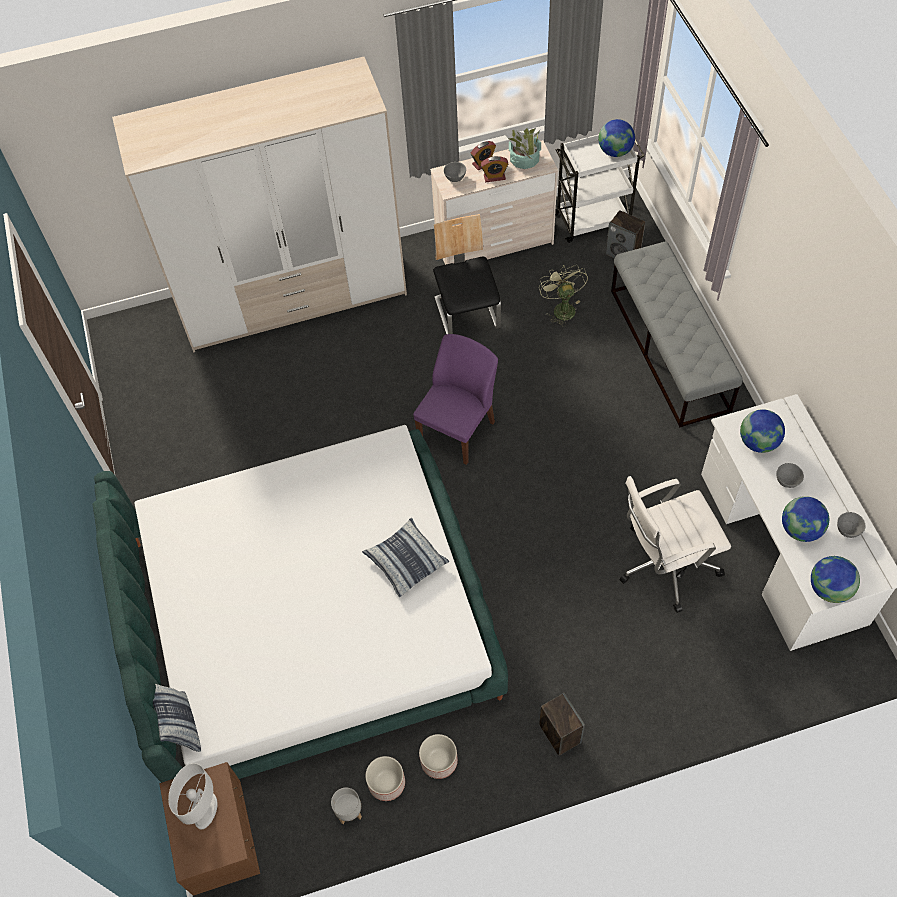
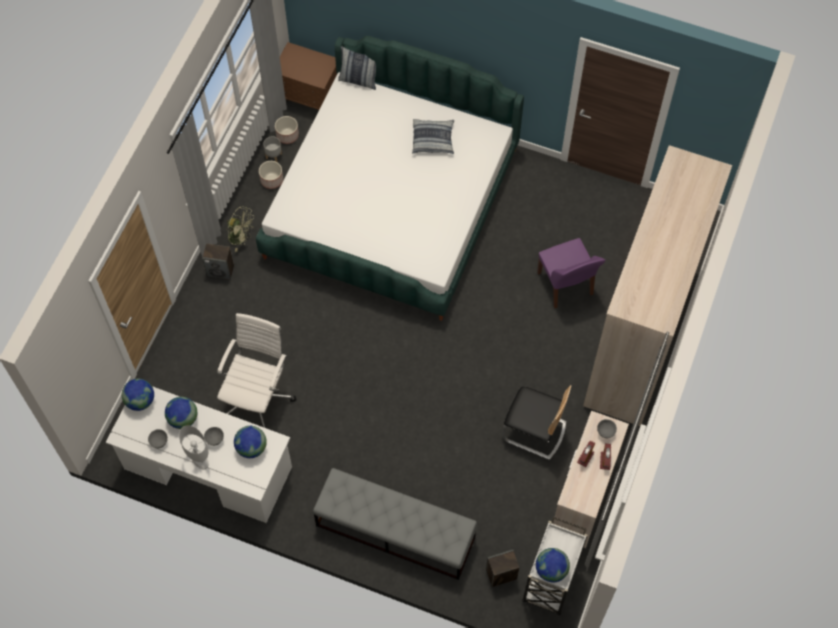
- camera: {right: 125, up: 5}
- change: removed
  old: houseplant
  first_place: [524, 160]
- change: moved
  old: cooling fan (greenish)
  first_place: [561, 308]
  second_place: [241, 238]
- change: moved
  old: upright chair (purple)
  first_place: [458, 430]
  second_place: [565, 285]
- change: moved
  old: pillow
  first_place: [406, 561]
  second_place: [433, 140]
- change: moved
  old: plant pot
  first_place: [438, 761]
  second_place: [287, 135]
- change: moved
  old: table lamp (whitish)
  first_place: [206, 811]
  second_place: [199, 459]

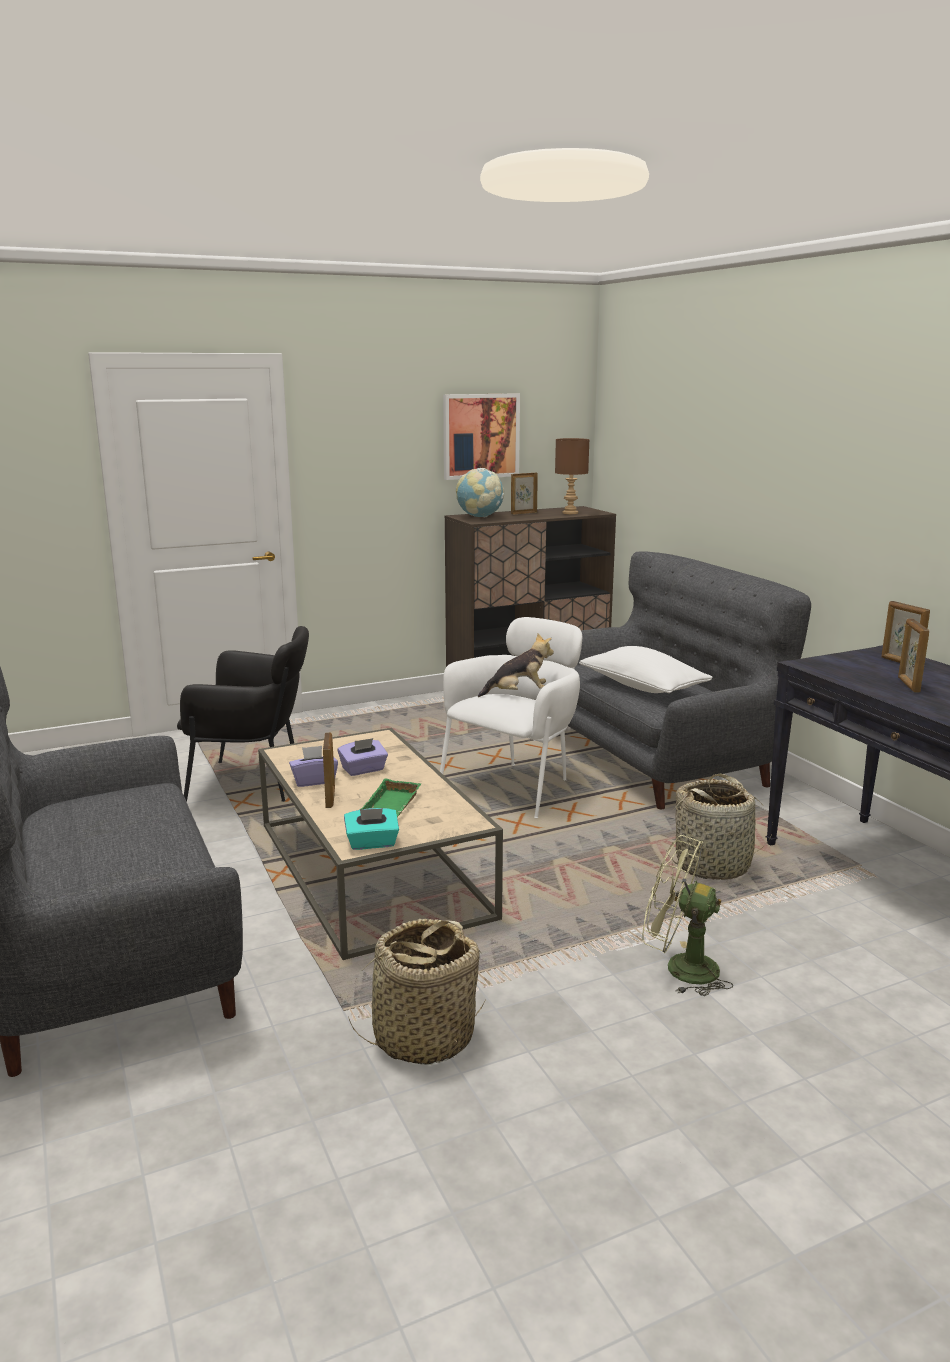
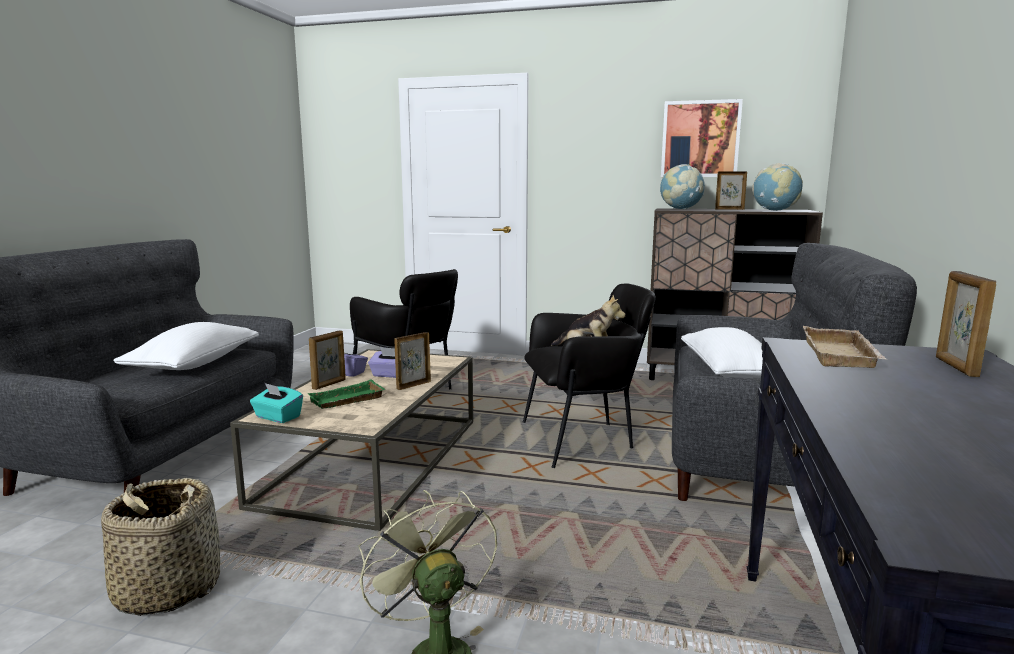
- camera: {right: 40, up: -5}
- change: replaced
  old: table lamp (brown-coloured)
  new: globe
  first_place: [570, 513]
  second_place: [775, 210]
- change: recoloured
  old: easy chair (whitish)
  new: easy chair (black)
  first_place: [516, 785]
  second_place: [583, 439]
- change: moved
  old: photo frame
  first_place: [908, 685]
  second_place: [413, 385]
- change: removed
  old: storage basket
  first_place: [713, 865]
- change: added
  new: pillow (whitish)
  second_place: [194, 364]
- change: added
  new: carrying tray (sand-coloured)
  second_place: [843, 356]

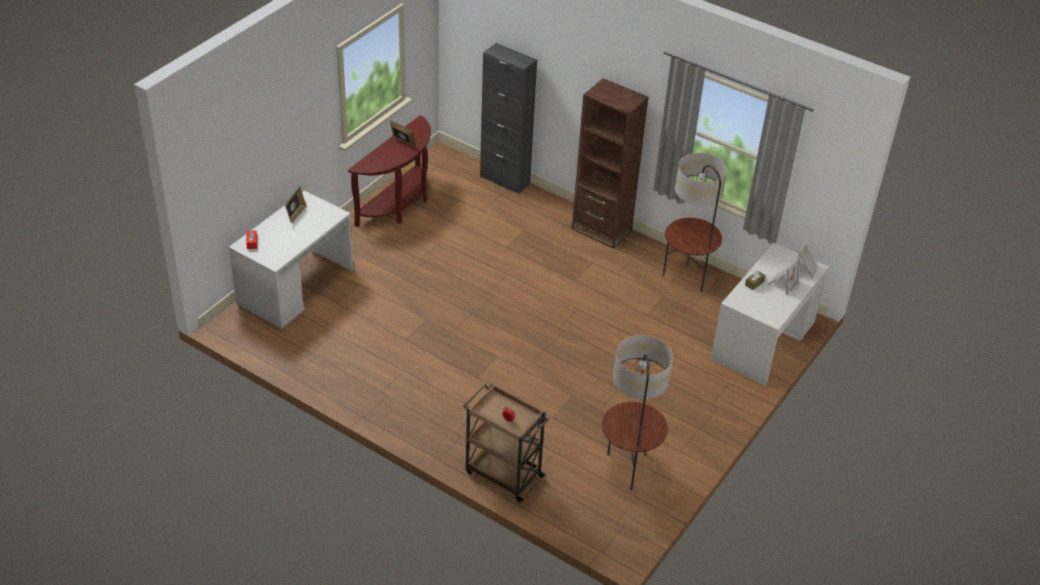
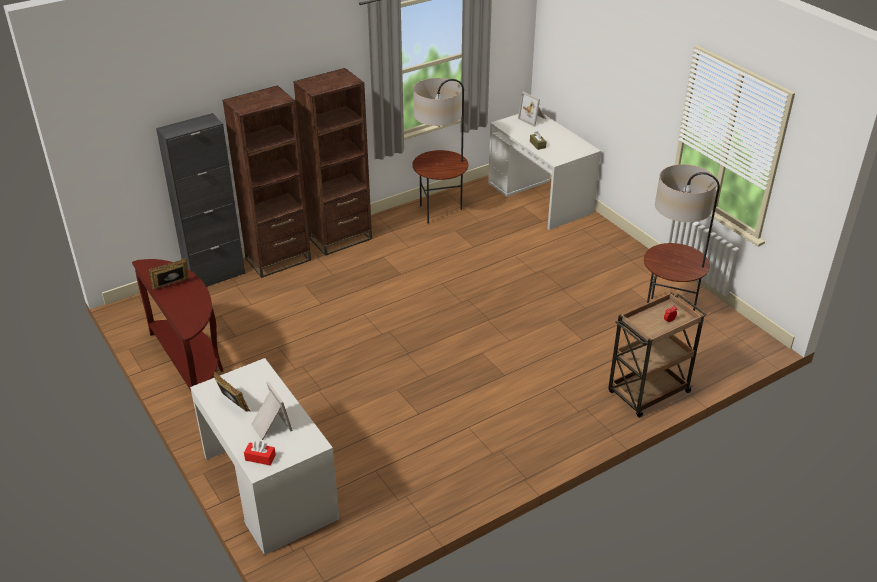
- camera: {right: -65, up: -5}
- change: moved
  old: photo frame
  first_place: [782, 283]
  second_place: [270, 426]
- change: added
  new: bookcase (brown-coloured)
  second_place: [278, 259]

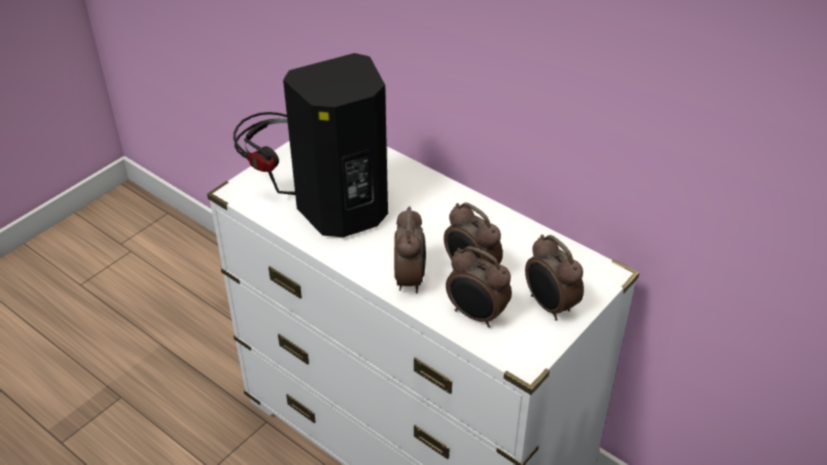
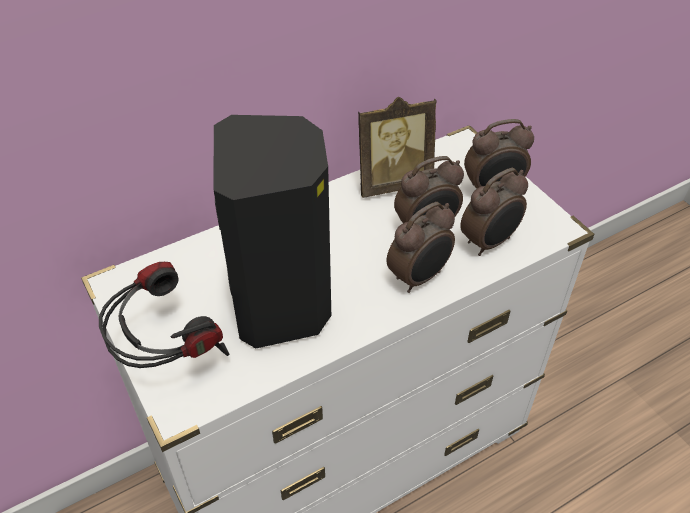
- camera: {right: -70, up: 5}
- change: turned
  old: bedside clock
  first_place: [410, 279]
  second_place: [419, 277]
  degrees: 120
- change: added
  new: photo frame
  second_place: [392, 182]

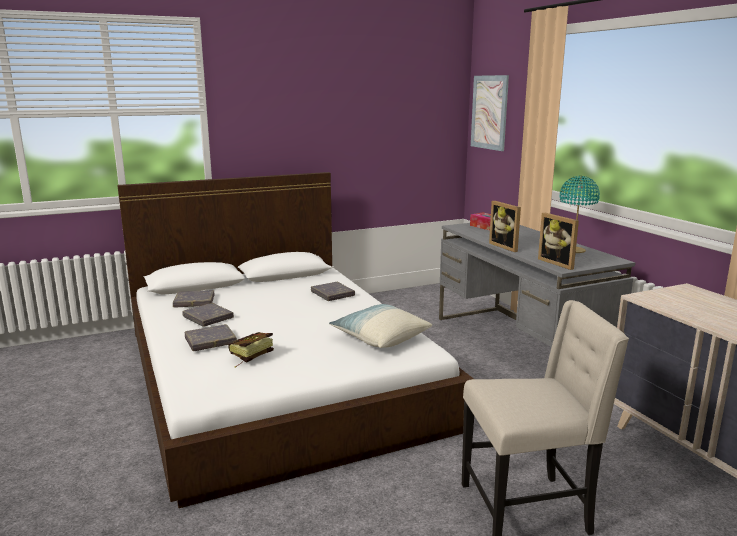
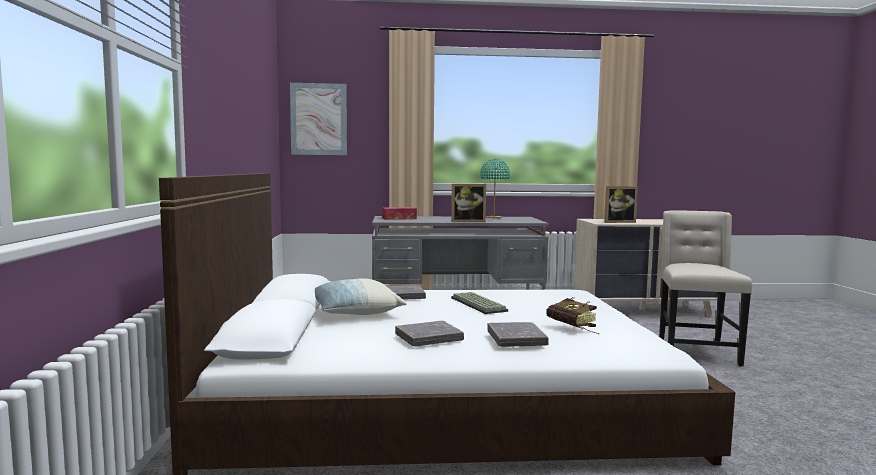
- camera: {right: -70, up: -10}
- change: moved
  old: photo frame
  first_place: [559, 263]
  second_place: [618, 222]
- change: removed
  old: bound book (greyish)
  first_place: [194, 302]
- change: moved
  old: pillow
  first_place: [380, 338]
  second_place: [353, 313]
- change: added
  new: computer keyboard
  second_place: [476, 304]

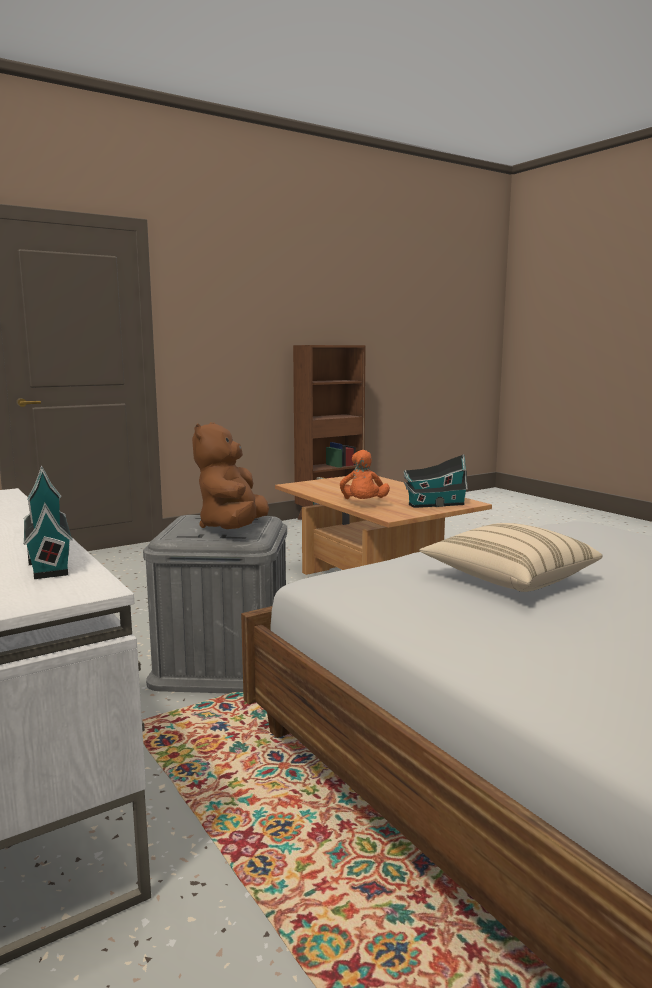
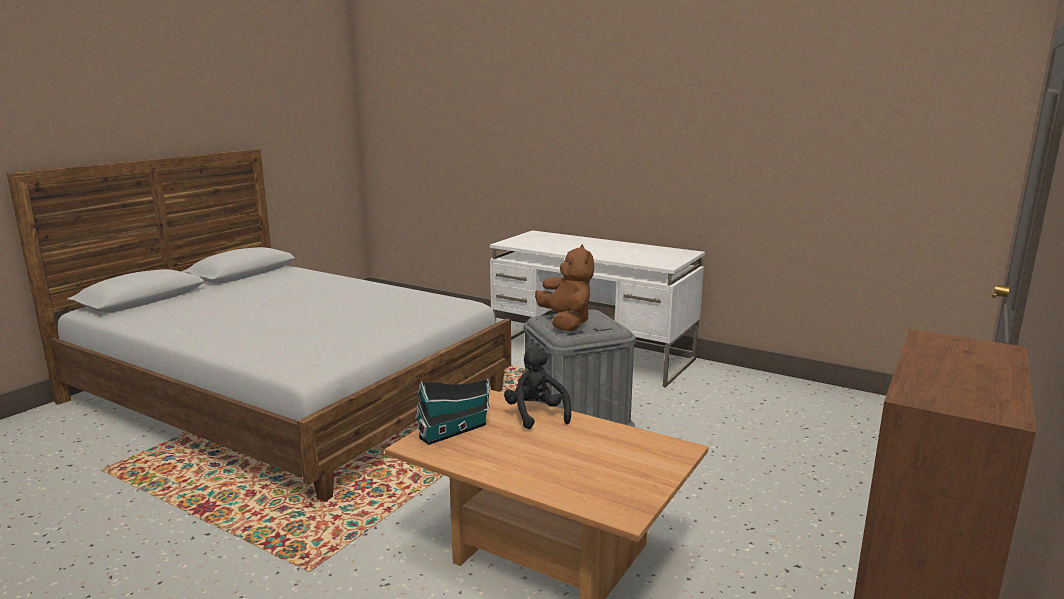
- camera: {right: 155, up: 5}
- change: recoloured
  old: soft toy (orange)
  new: soft toy (black)
  first_place: [363, 504]
  second_place: [536, 415]
- change: removed
  old: miniature house
  first_place: [49, 559]
- change: removed
  old: pillow (sand-coloured)
  first_place: [508, 579]

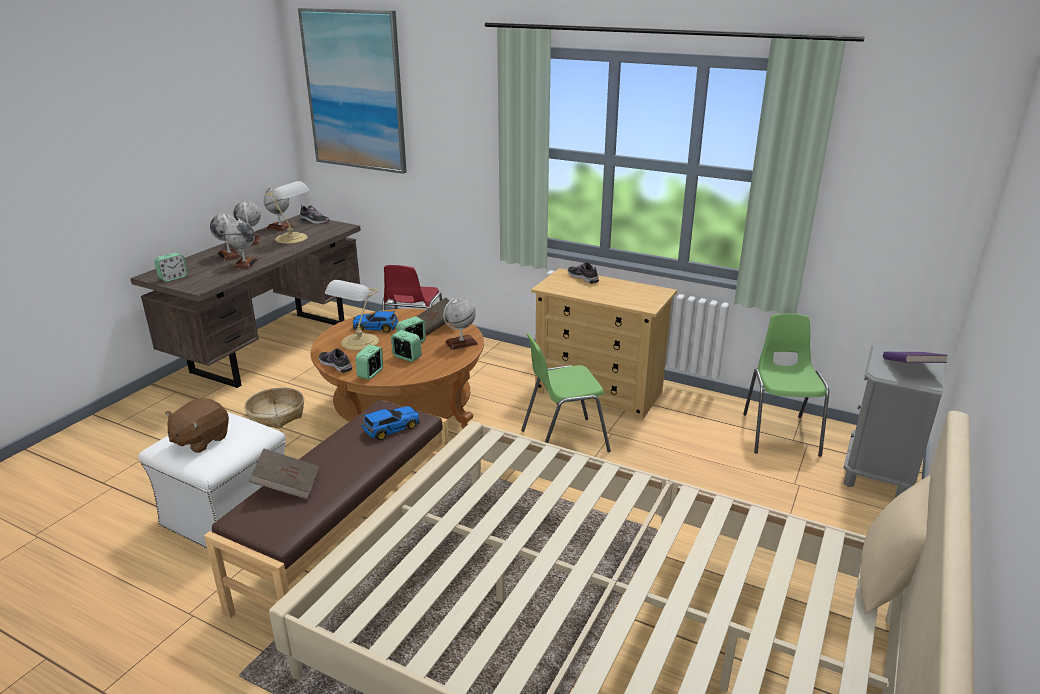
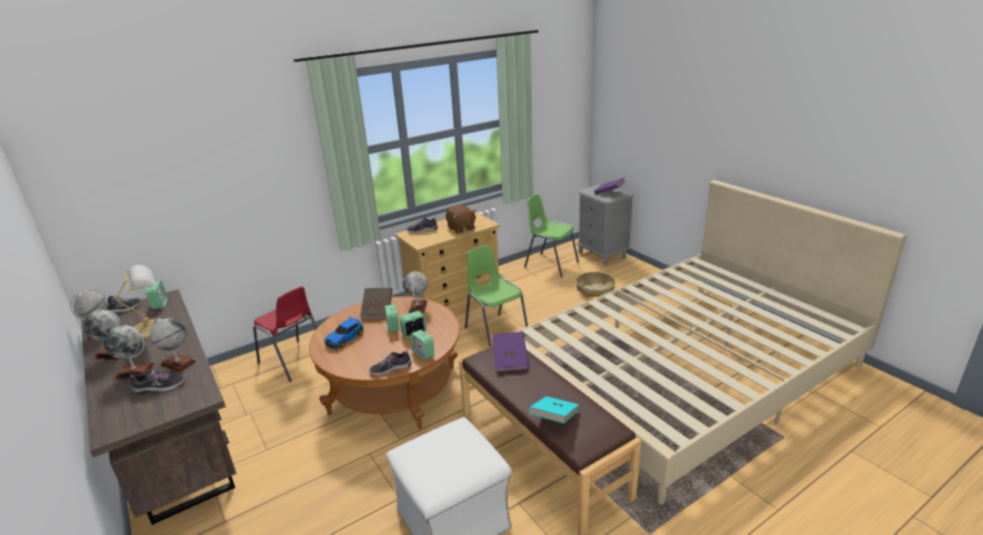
- camera: {right: -60, up: 0}
- change: removed
  old: wall picture
  first_place: [354, 91]
- change: moved
  old: bedside clock
  first_place: [173, 278]
  second_place: [160, 304]
- change: removed
  old: table lamp
  first_place: [358, 343]
- change: turned
  old: upright chair (greenish)
  first_place: [563, 440]
  second_place: [496, 331]
  degrees: 135
- change: moved
  old: storage basket
  first_place: [276, 415]
  second_place: [595, 290]
- change: moved
  old: soft toy (brown-coloured)
  first_place: [200, 440]
  second_place: [461, 228]
- change: replaced
  old: model car
  new: bound book (purple)
  first_place: [390, 428]
  second_place: [510, 360]
- change: recoloured
  old: bound book (brown-coloured)
  new: bound book (blue-green)
  first_place: [287, 486]
  second_place: [554, 419]
- change: removed
  old: pillow (sand-coloured)
  first_place: [889, 582]
- change: added
  new: item of footwear
  second_place: [160, 387]

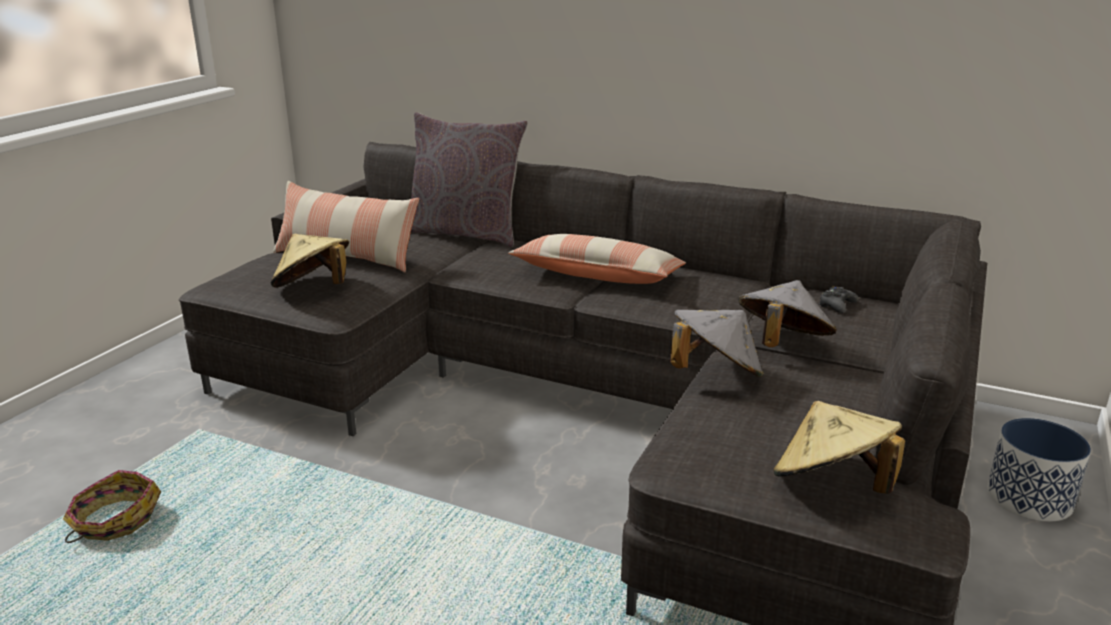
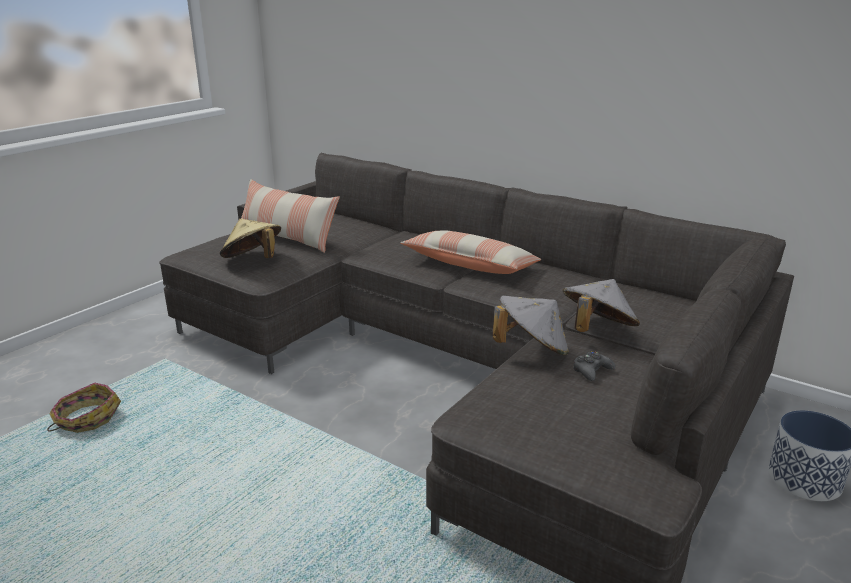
- camera: {right: 10, up: 0}
- change: removed
  old: pillow (greyish)
  first_place: [465, 233]
- change: moved
  old: gamepad (black)
  first_place: [837, 305]
  second_place: [591, 371]
- change: removed
  old: hat (sand-coloured)
  first_place: [831, 484]

